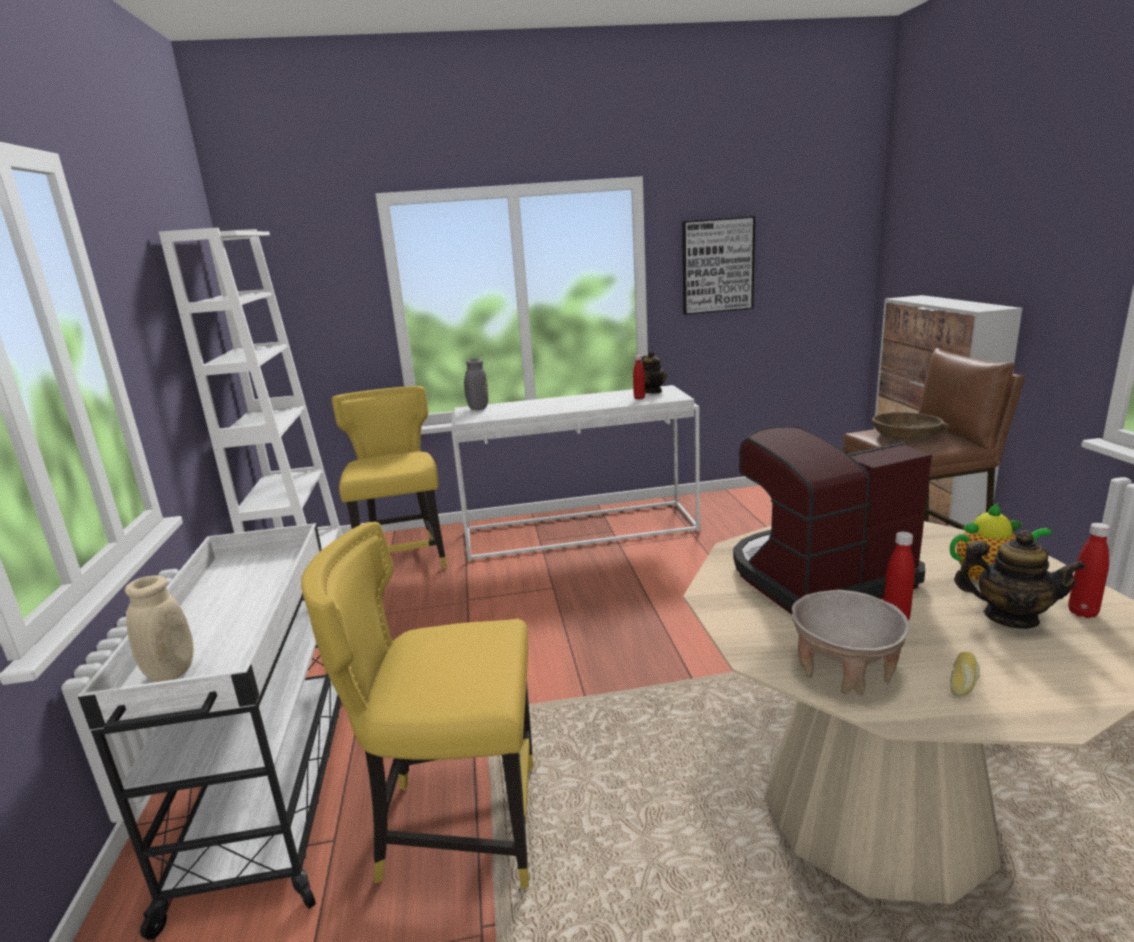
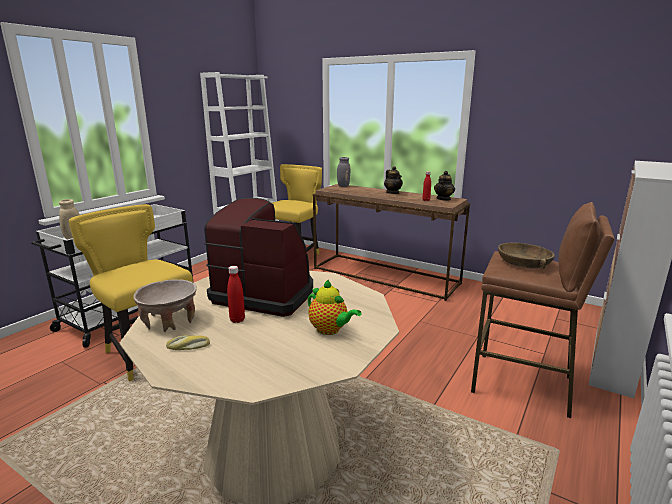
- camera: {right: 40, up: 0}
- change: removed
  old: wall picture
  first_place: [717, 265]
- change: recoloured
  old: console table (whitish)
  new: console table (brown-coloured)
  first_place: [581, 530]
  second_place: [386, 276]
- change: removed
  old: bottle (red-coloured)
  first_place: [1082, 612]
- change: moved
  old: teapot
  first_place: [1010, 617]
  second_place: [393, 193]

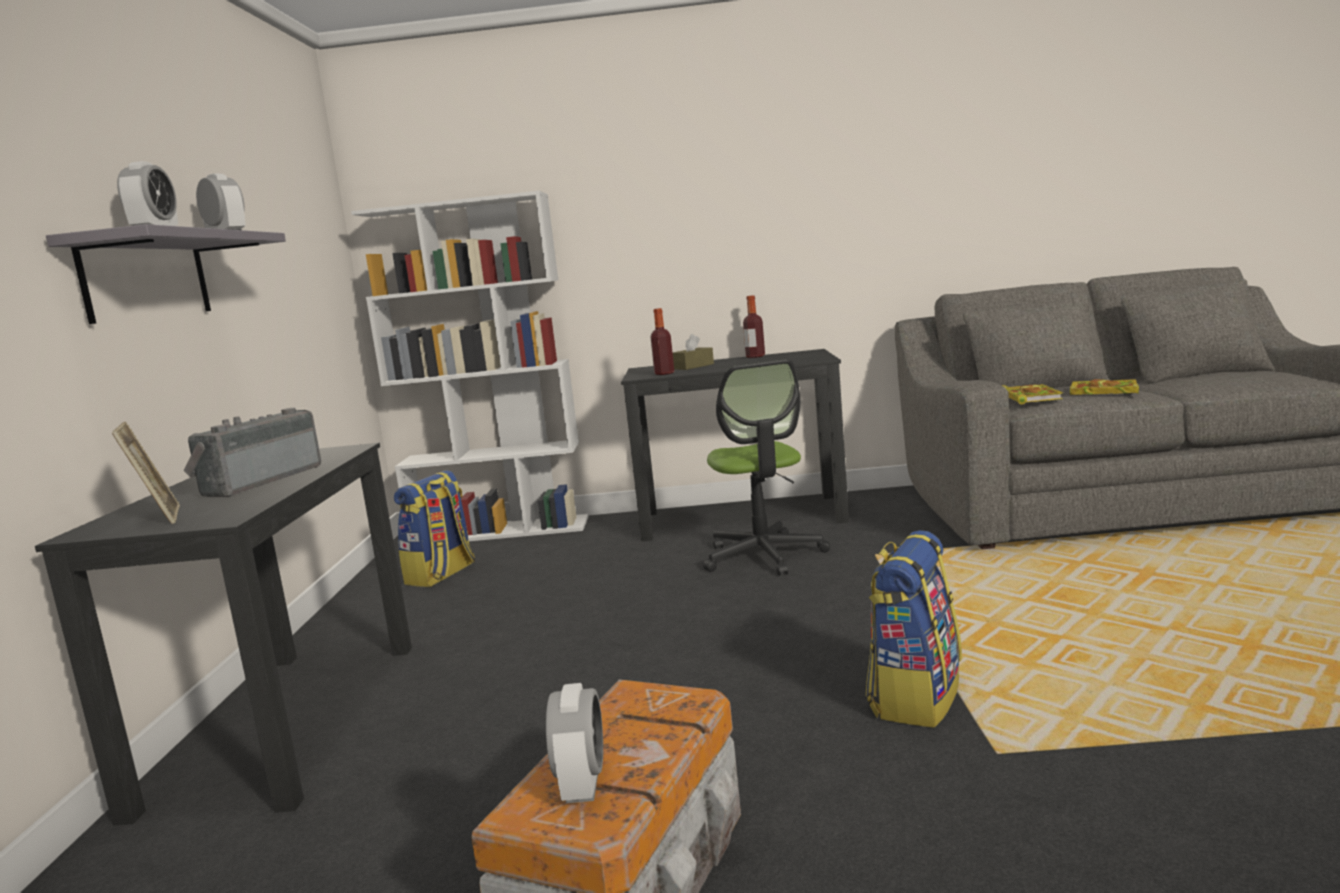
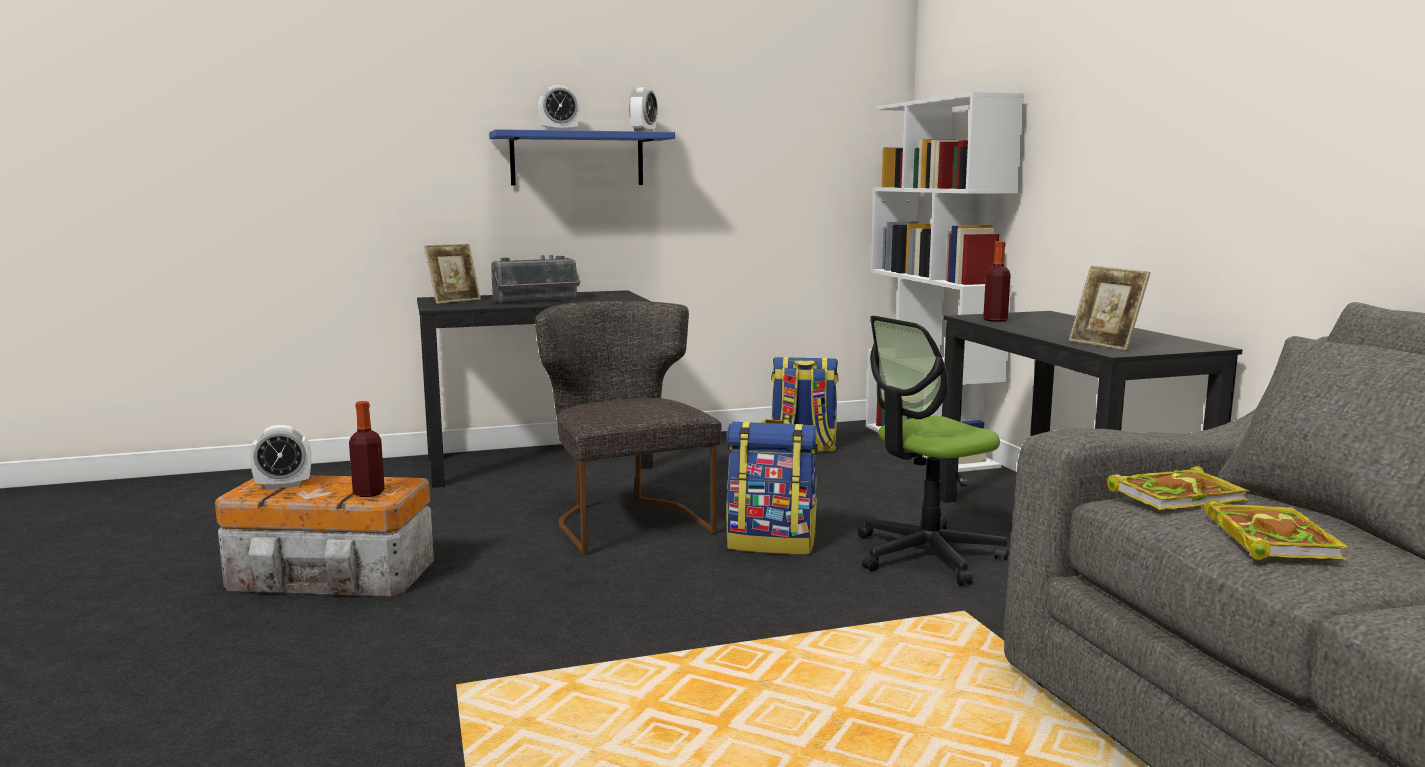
- camera: {right: 70, up: 0}
- change: recoloured
  old: wall shelf (greyish)
  new: wall shelf (blue-coloured)
  first_place: [147, 278]
  second_place: [577, 159]
- change: moved
  old: bottle
  first_place: [755, 356]
  second_place: [369, 493]
- change: removed
  old: tissue holder (brown-coloured)
  first_place: [693, 366]
- change: turned
  old: radio
  first_place: [259, 481]
  second_place: [536, 300]
  degrees: 150
- change: moved
  old: backpack
  first_place: [914, 697]
  second_place: [772, 543]
- change: added
  new: photo frame
  second_place: [1105, 345]
- change: added
  new: upright chair (greyish)
  second_place: [626, 521]

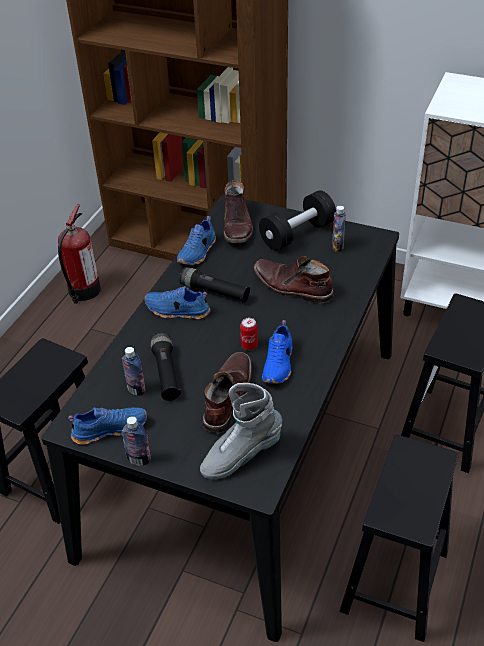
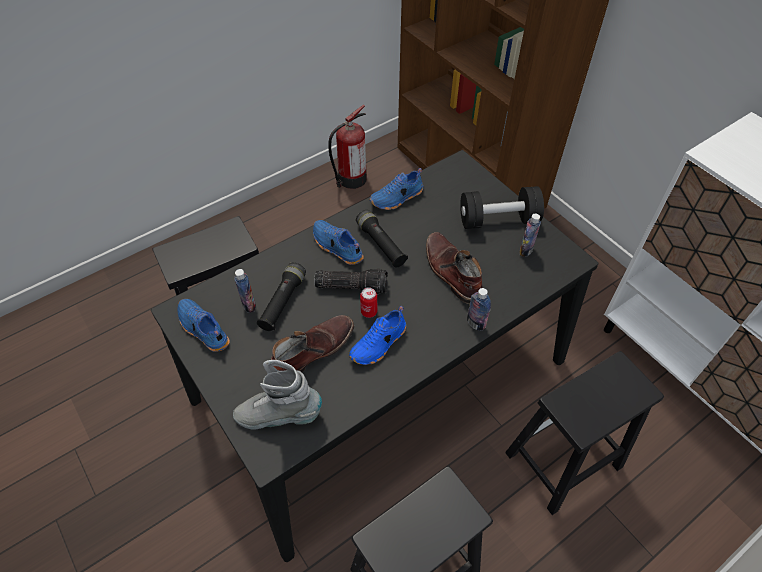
- camera: {right: 30, up: 10}
- change: removed
  old: tall boot (brown-coloured)
  first_place: [237, 225]
- change: turned
  old: item of footwear (blue-coloured)
  first_place: [109, 429]
  second_place: [202, 330]
  degrees: -150
- change: moved
  old: bottle
  first_place: [139, 459]
  second_place: [476, 323]
- change: added
  new: torch
  second_place: [352, 286]

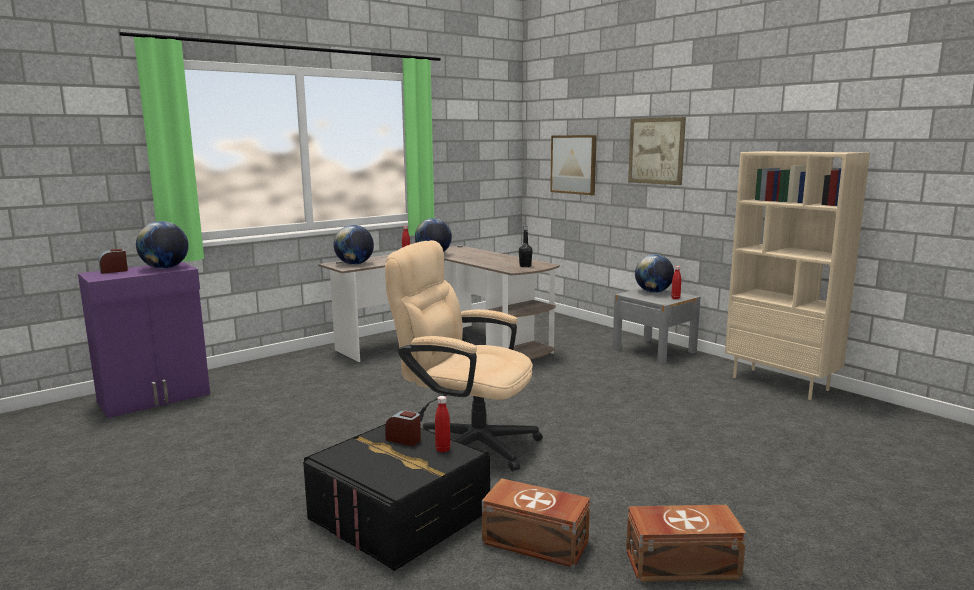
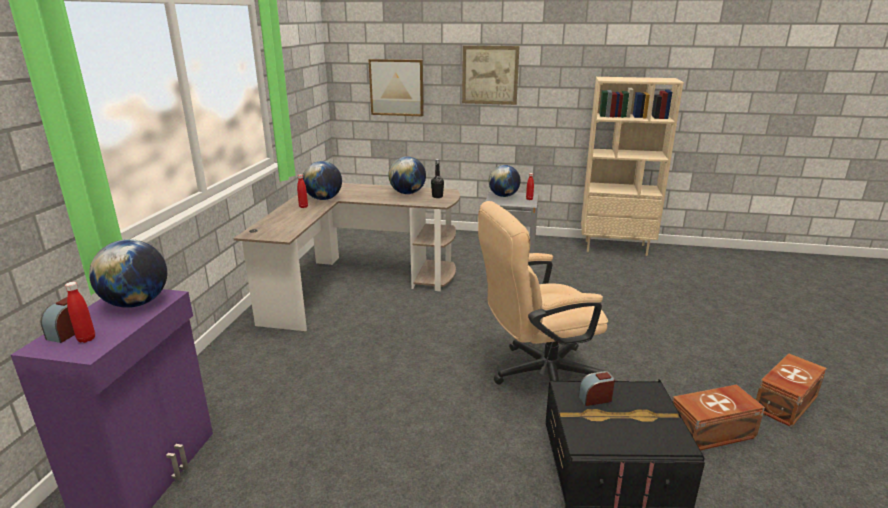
- camera: {right: -40, up: 10}
- change: moved
  old: globe
  first_place: [354, 264]
  second_place: [407, 193]
- change: moved
  old: bottle (red-coloured)
  first_place: [443, 449]
  second_place: [86, 339]

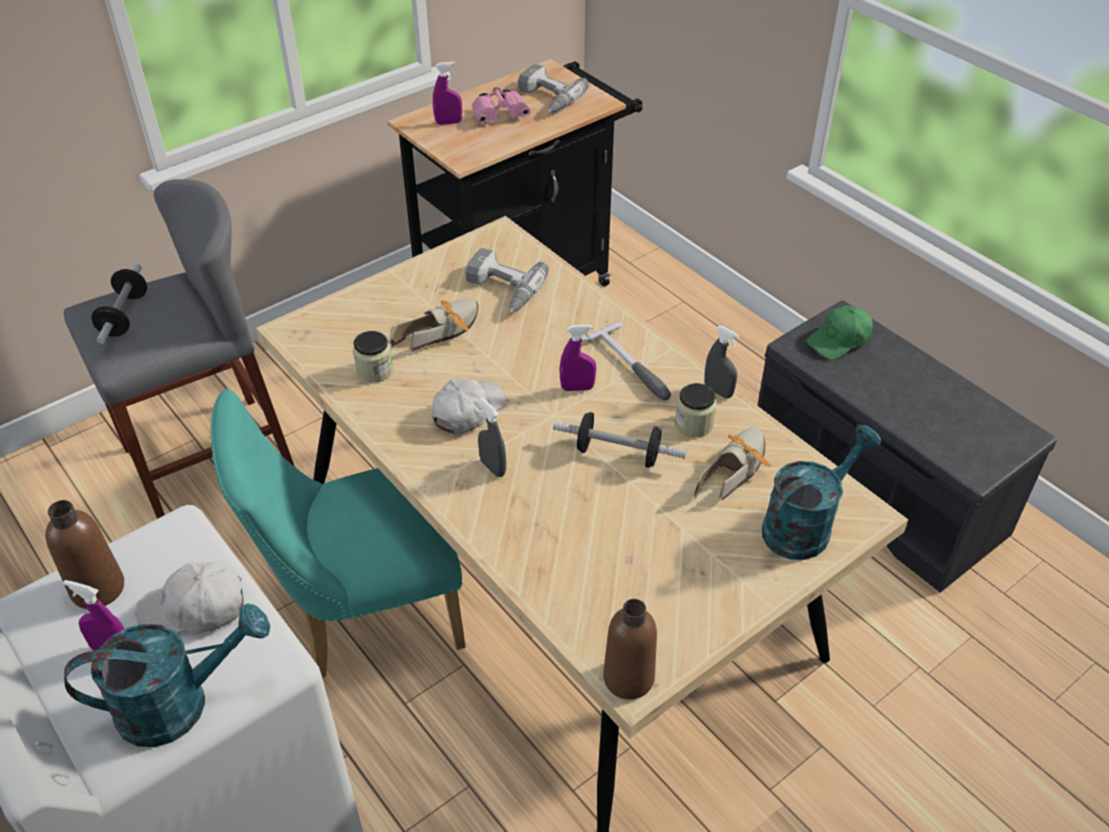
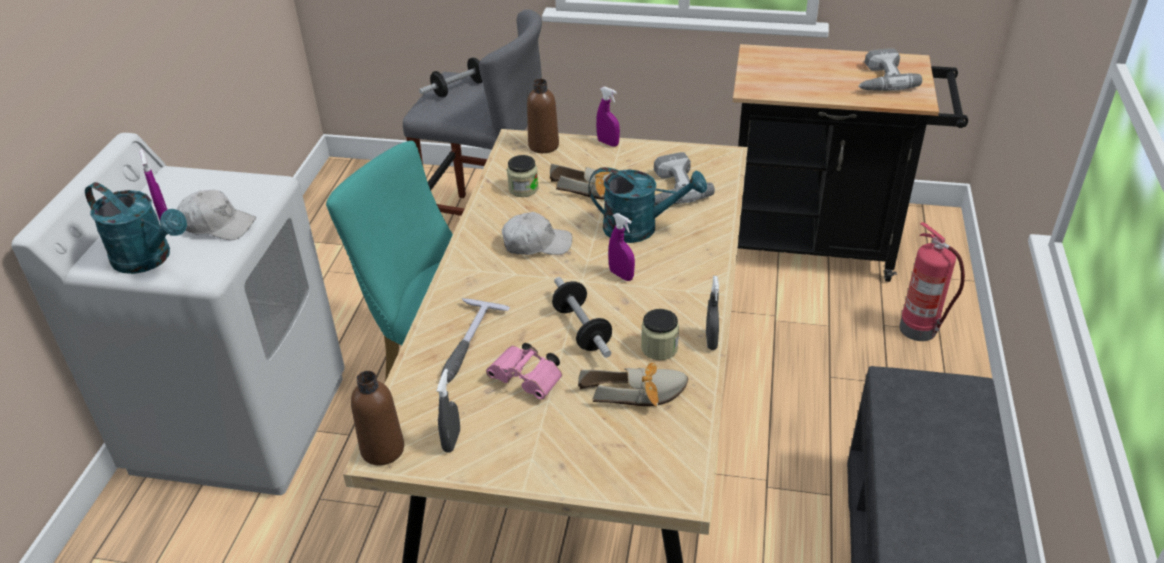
- camera: {right: 50, up: -5}
- change: moved
  old: hand sprayer (purple)
  first_place: [448, 123]
  second_place: [608, 143]
- change: moved
  old: field glasses (pink)
  first_place: [502, 116]
  second_place: [529, 380]
- change: removed
  old: peaked cap (greenish)
  first_place: [839, 340]
- change: moved
  old: hammer
  first_place: [631, 368]
  second_place: [465, 344]
- change: moved
  old: hand sprayer (greyish)
  first_place: [492, 467]
  second_place: [451, 441]
- change: moved
  old: watering can (blue-green)
  first_place: [805, 525]
  second_place: [640, 228]
- change: moved
  old: bottle (brown-coloured)
  first_place: [98, 588]
  second_place: [543, 145]
- change: turned
  old: peaked cap (whitish)
  first_place: [194, 609]
  second_place: [218, 224]
  degrees: 150
- change: added
  new: fire-fighting cylinder
  second_place: [920, 329]

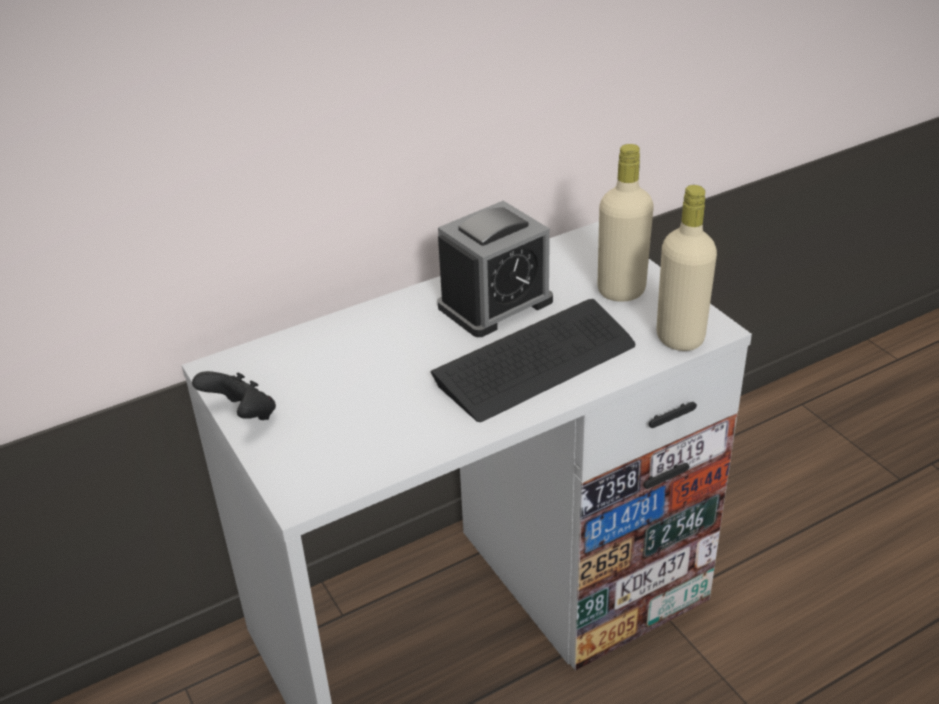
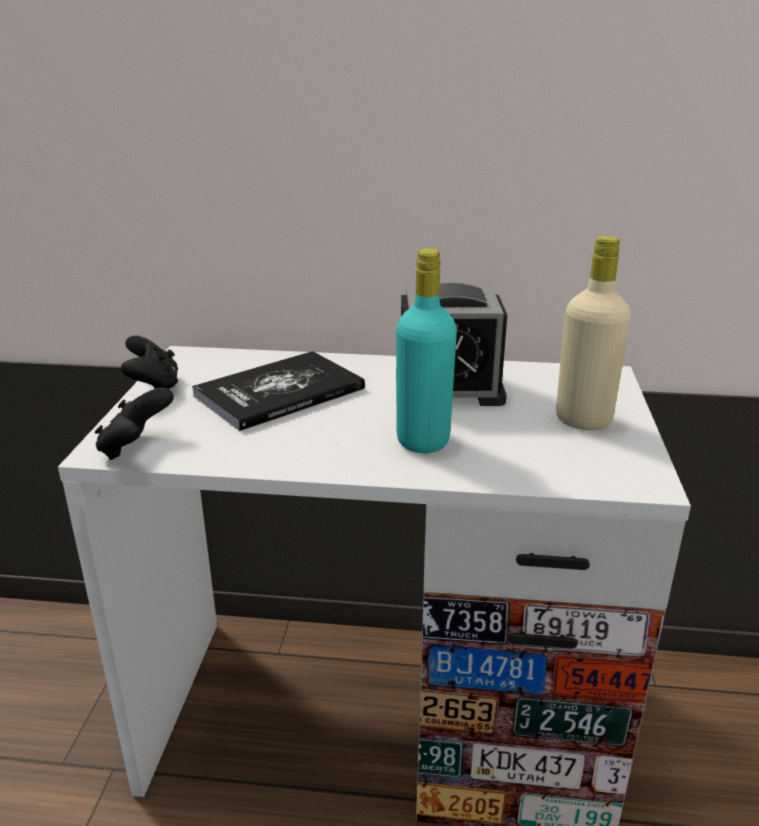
- camera: {right: 35, up: -10}
- change: removed
  old: bottle (sand-coloured)
  first_place: [680, 338]
- change: replaced
  old: computer keyboard
  new: bottle (blue-green)
  first_place: [535, 363]
  second_place: [423, 441]
- change: added
  new: bound book
  second_place: [279, 392]
- change: added
  new: gamepad (black)
  second_place: [136, 448]

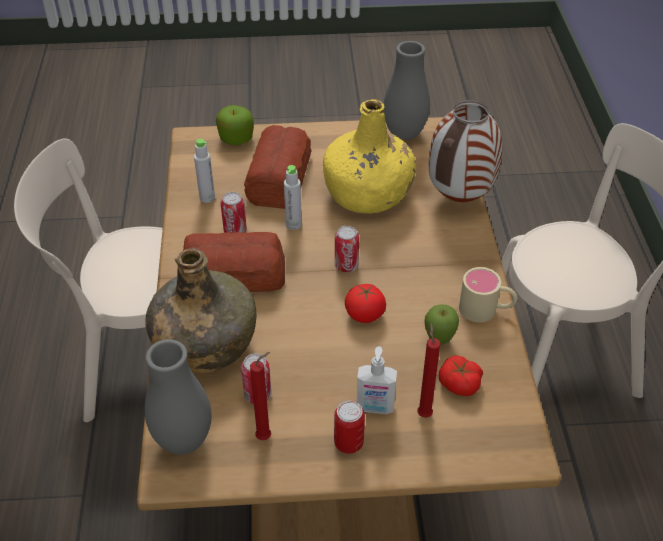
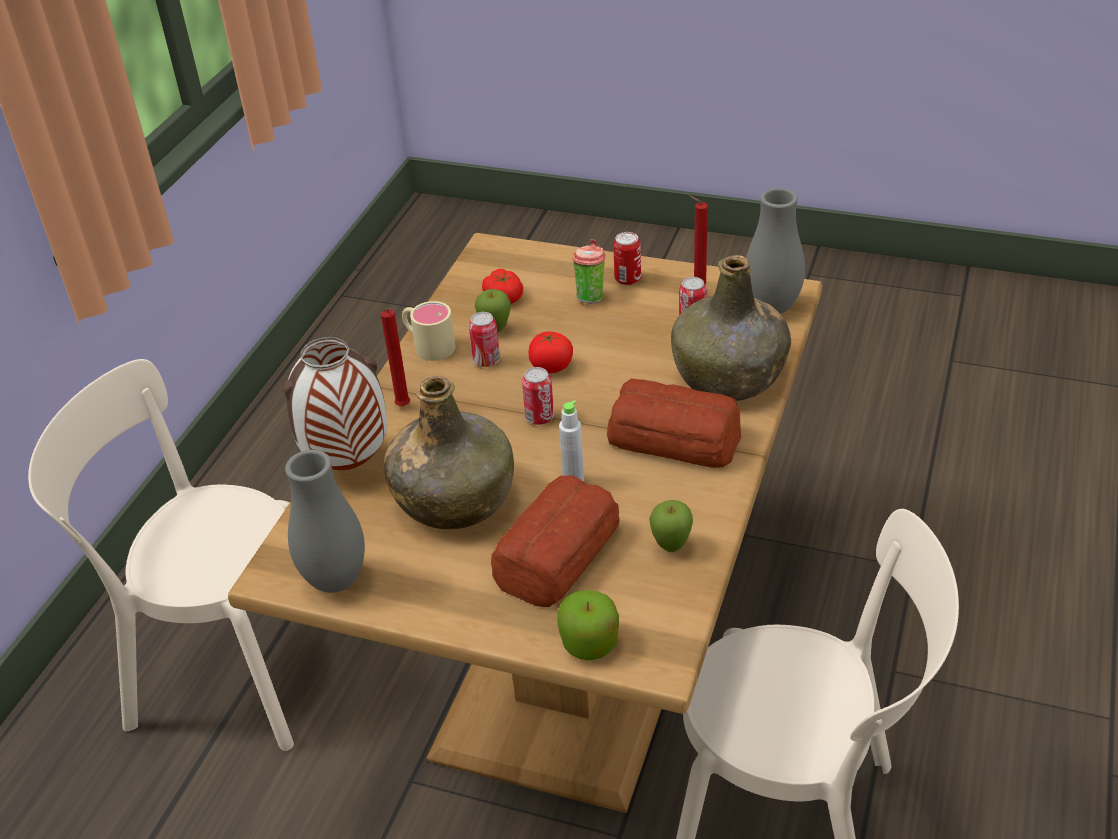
- camera: {right: -155, up: -5}
- change: recoloured
  old: bottle (yellow-coloured)
  new: bottle (greenish)
  first_place: [368, 193]
  second_place: [454, 498]
- change: replaced
  old: bottle (greyish)
  new: apple fruit
  first_place: [207, 197]
  second_place: [671, 547]
- change: moved
  old: metal can
  first_place: [235, 231]
  second_place: [486, 361]
- change: moved
  old: wax candle (red-coloured)
  first_place: [424, 412]
  second_place: [402, 407]
- change: replaced
  old: soap dispenser
  new: drinking cup
  first_place: [375, 407]
  second_place: [590, 296]

